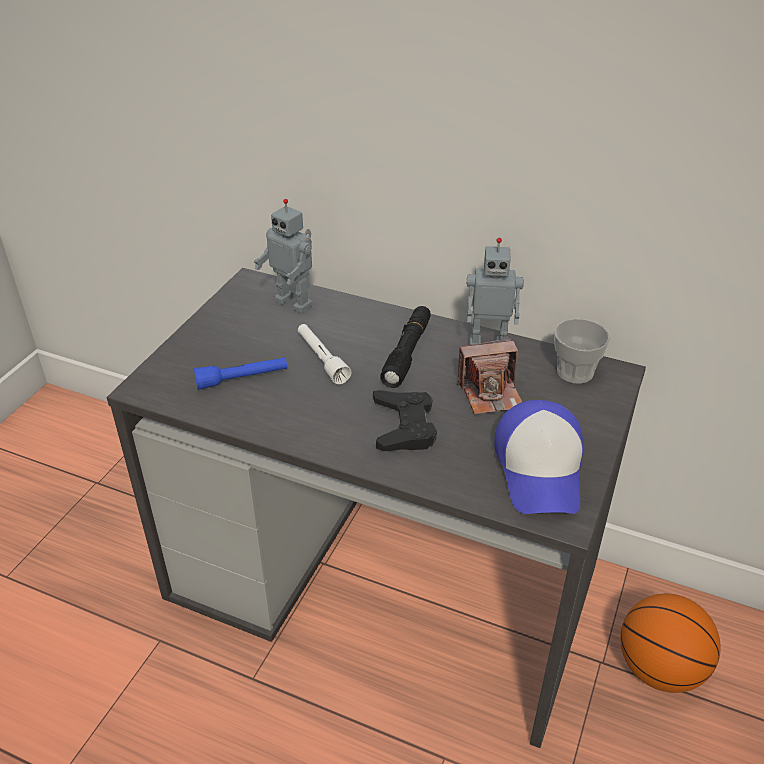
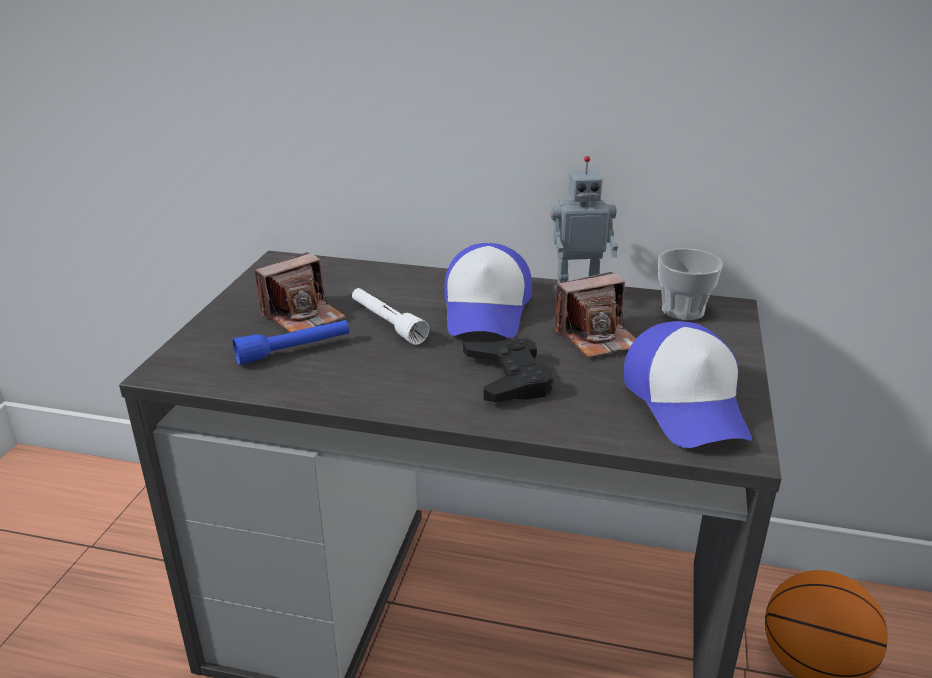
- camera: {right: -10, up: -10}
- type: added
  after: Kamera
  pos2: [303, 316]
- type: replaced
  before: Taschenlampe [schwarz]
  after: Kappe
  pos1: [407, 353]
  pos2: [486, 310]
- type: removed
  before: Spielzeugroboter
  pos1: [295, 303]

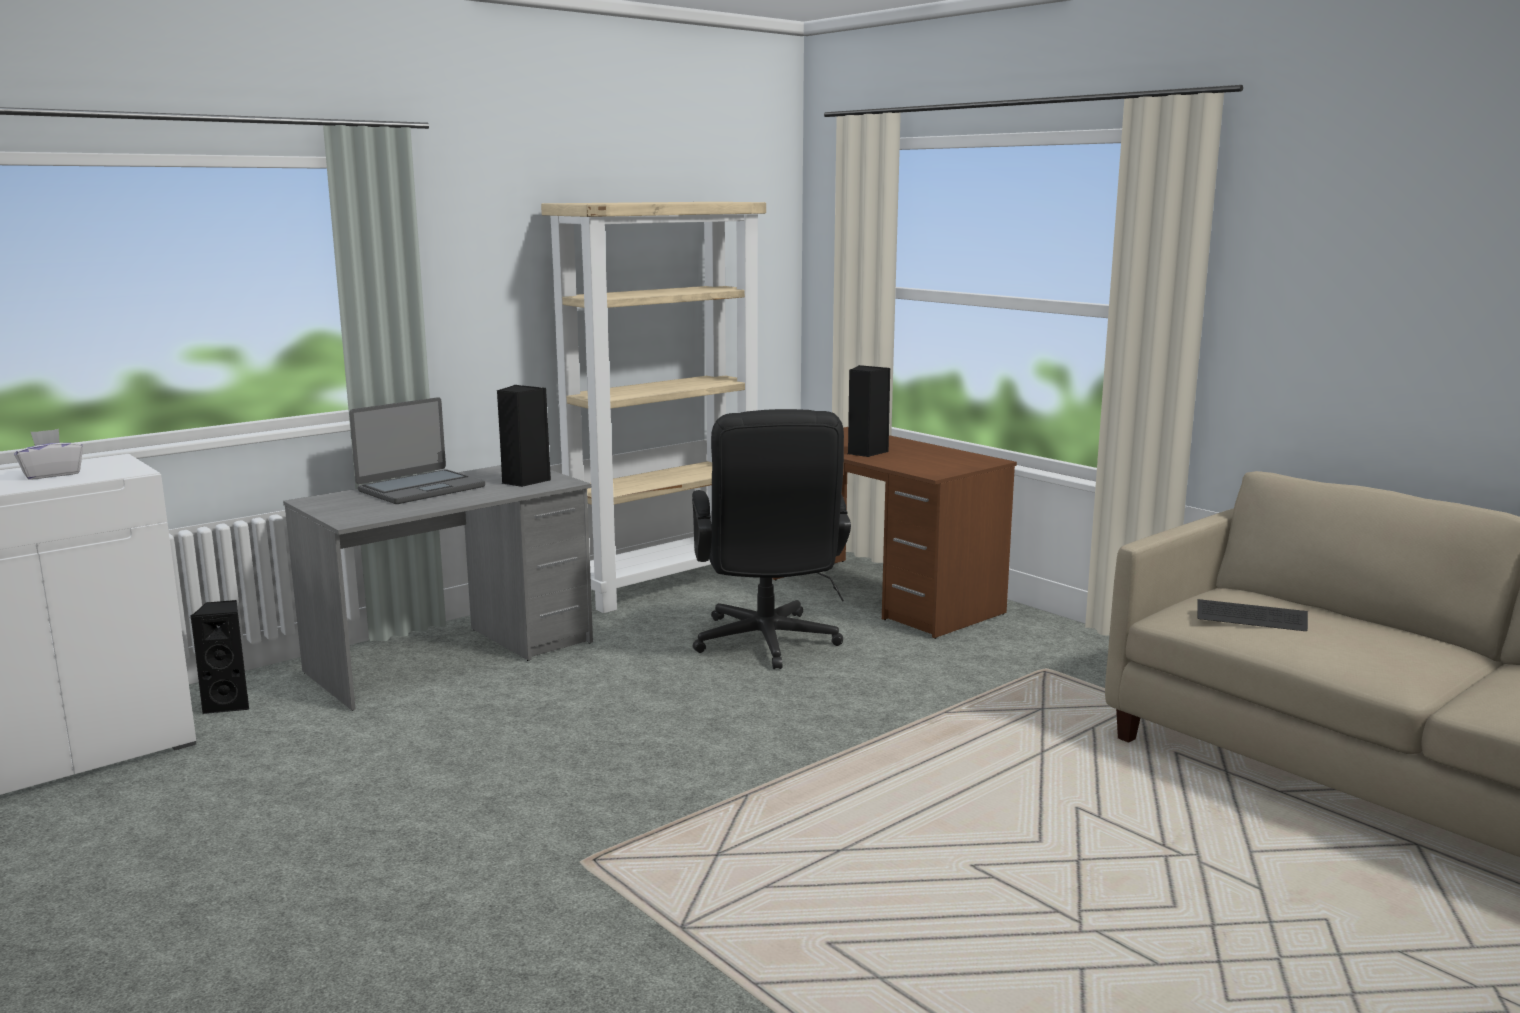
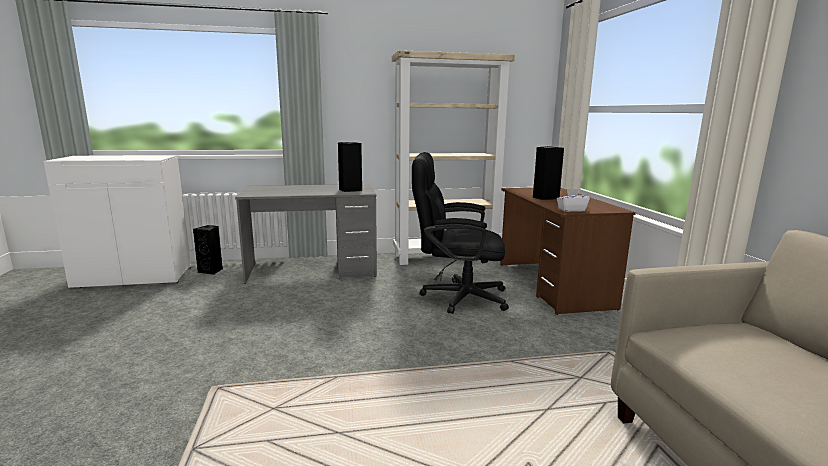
- camera: {right: 30, up: 0}
- type: turned
  before: Bürostuhl [schwarz]
  pos1: [767, 645]
  pos2: [456, 297]
  turn: 75
- type: moved
  before: Taschentuchbox [weiß]
  pos1: [51, 474]
  pos2: [571, 210]
- type: removed
  before: Laptop
  pos1: [420, 488]
- type: removed
  before: Tastatur
  pos1: [1251, 618]

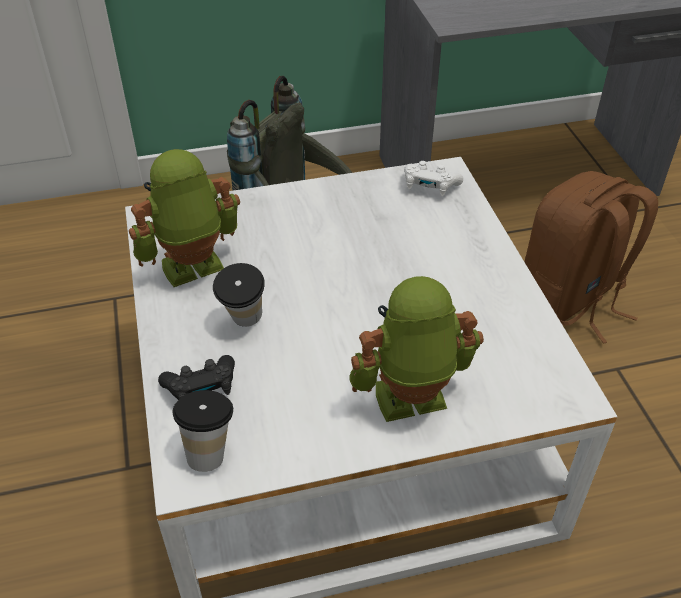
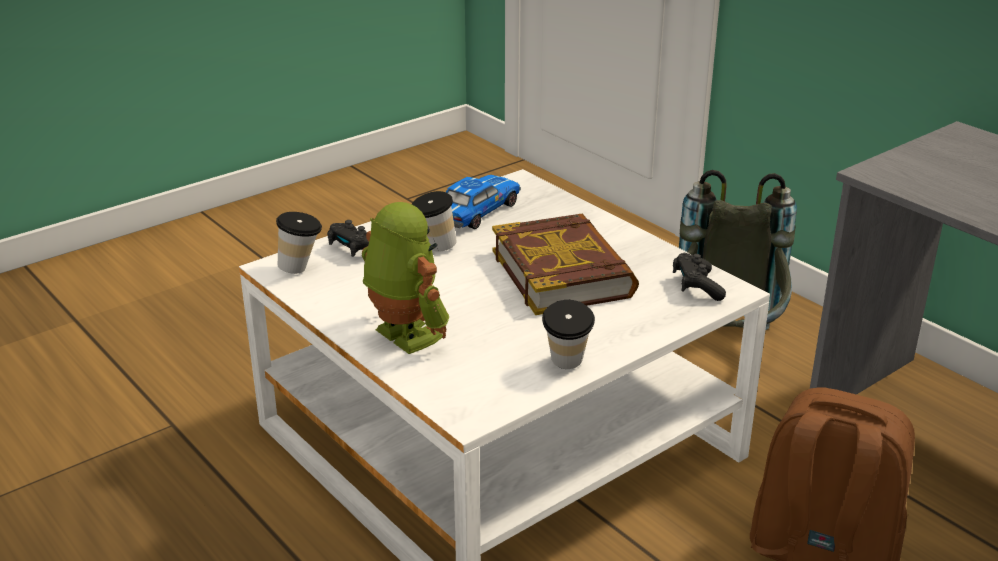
- camera: {right: 65, up: -15}
- type: replaced
  before: Spielzeugroboter
  after: Spielzeugauto
  pos1: [193, 270]
  pos2: [475, 213]
- type: added
  after: Buch
  pos2: [563, 273]
- type: added
  after: Tasse
  pos2: [566, 367]
- type: recoloured
  before: Gamepad [weiß]
  after: Gamepad [schwarz]
  pos1: [429, 187]
  pos2: [696, 287]

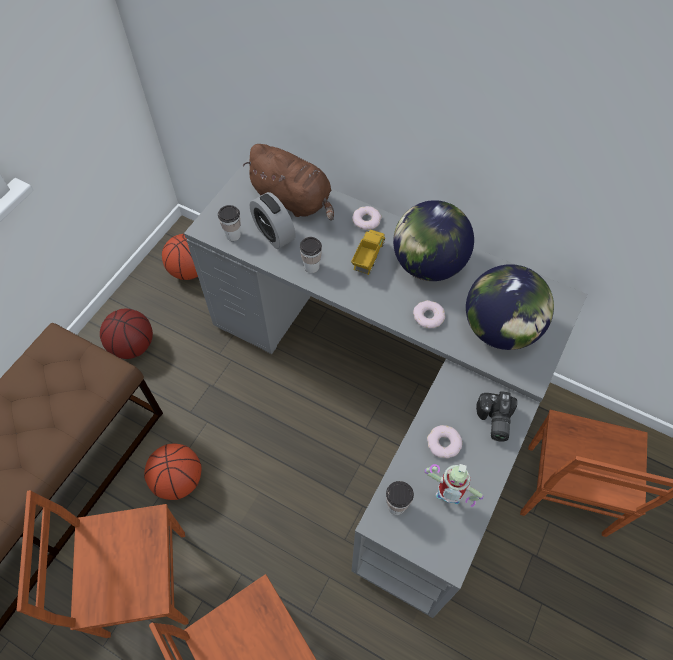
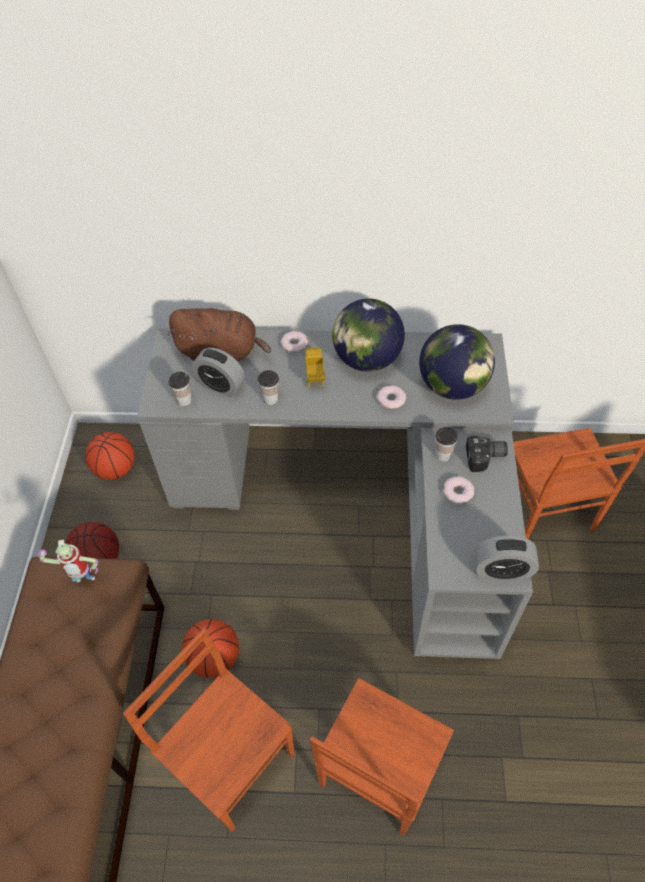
- camera: {right: -25, up: -5}
- type: moved
  before: Spielzeugroboter
  pos1: [445, 500]
  pos2: [85, 582]
- type: turned
  before: Stuhl [braun]
  pos1: [144, 581]
  pos2: [233, 761]
  turn: 75
- type: moved
  before: Tasse
  pos1: [396, 506]
  pos2: [443, 455]
- type: turned
  before: Kamera
  pos1: [493, 421]
  pos2: [485, 458]
  turn: -75
- type: added
  after: Wecker
  pos2: [502, 570]

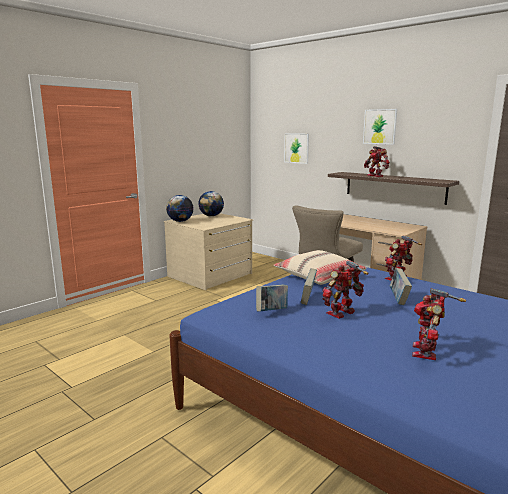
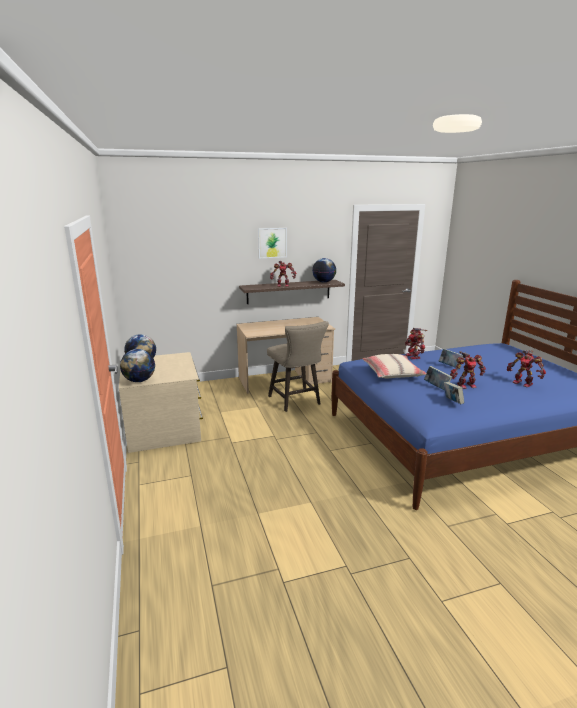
- camera: {right: -60, up: 5}
- type: added
  after: Globus
  pos2: [324, 282]
- type: turned
  before: Spielzeugroboter
  pos1: [342, 313]
  pos2: [465, 385]
  turn: -90
- type: removed
  before: Bild
  pos1: [296, 148]

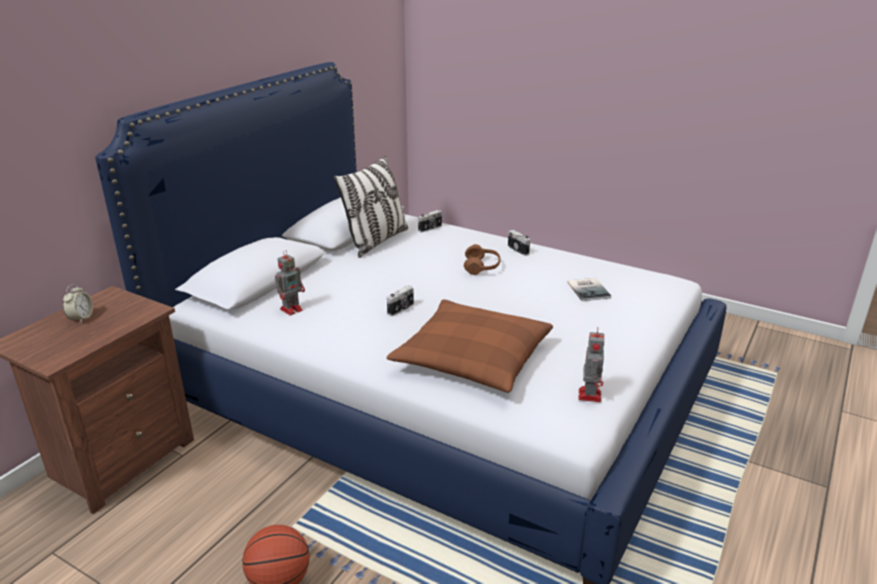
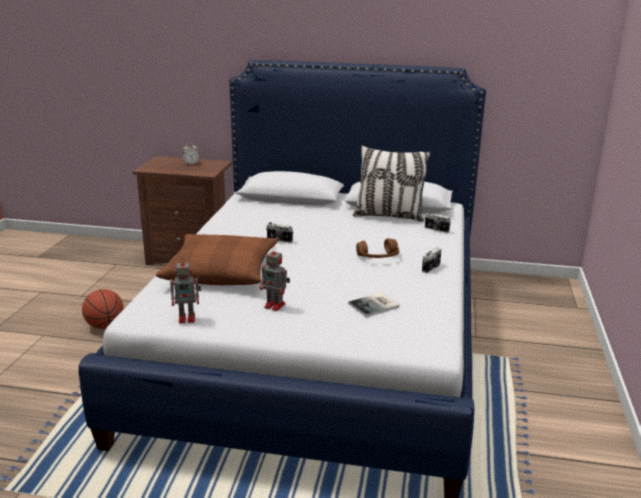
- camera: {right: 70, up: -5}
- type: moved
  before: Spielzeugroboter
  pos1: [292, 309]
  pos2: [276, 306]

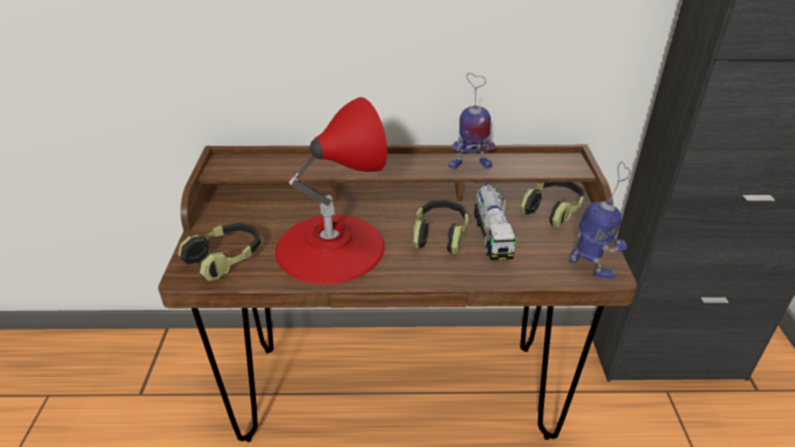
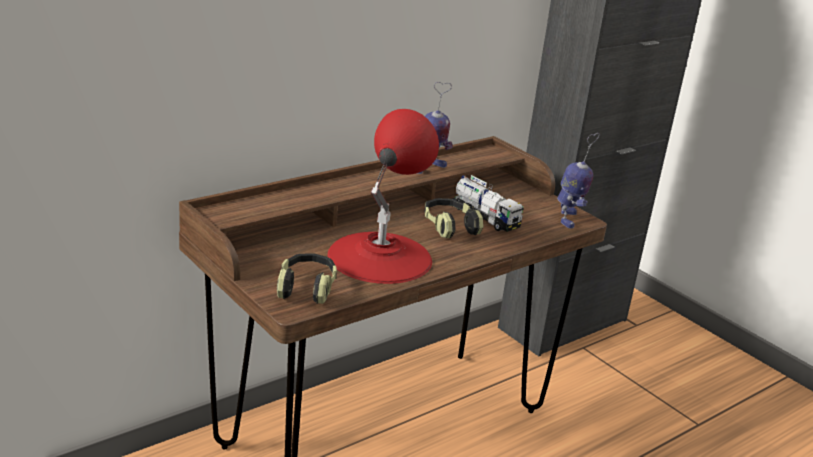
- camera: {right: -40, up: -10}
- type: turned
  before: Spielzeugroboter
  pos1: [590, 266]
  pos2: [569, 219]
  turn: 90
- type: removed
  before: Kopfhörer
  pos1: [552, 210]

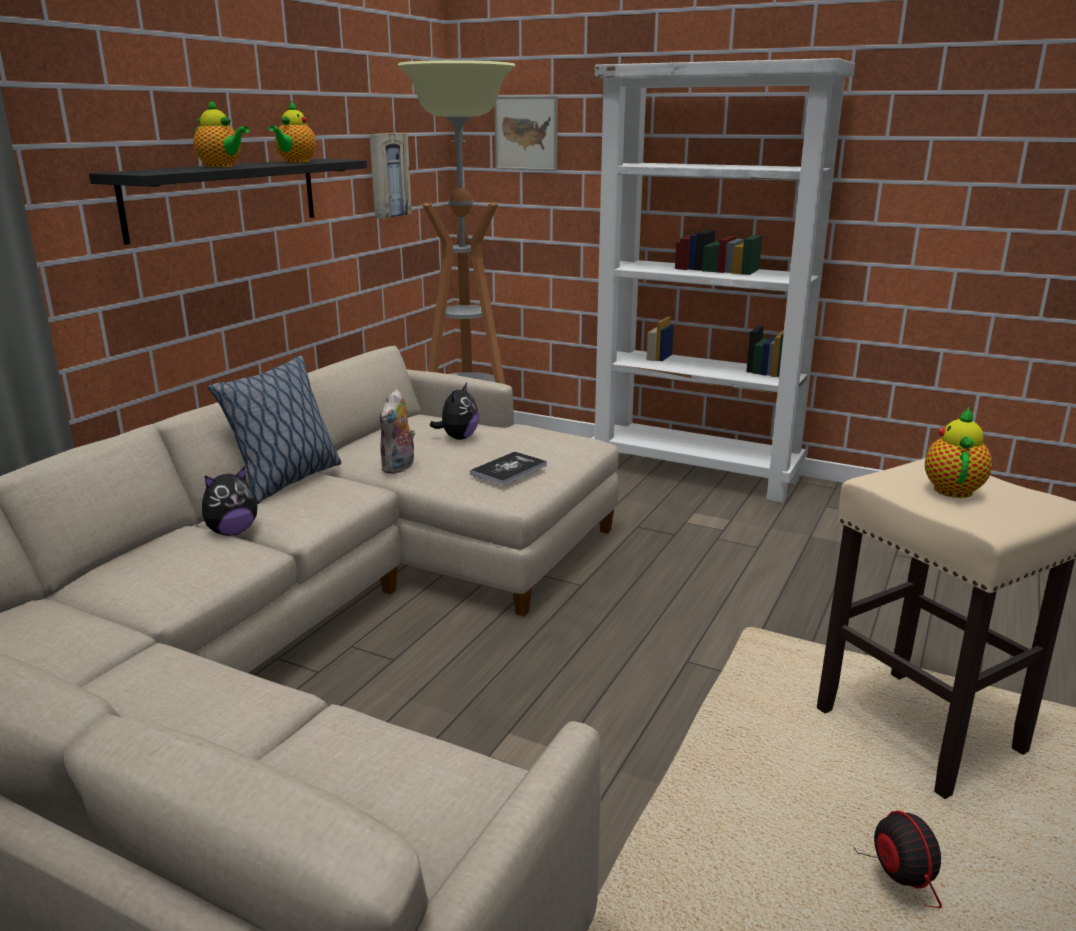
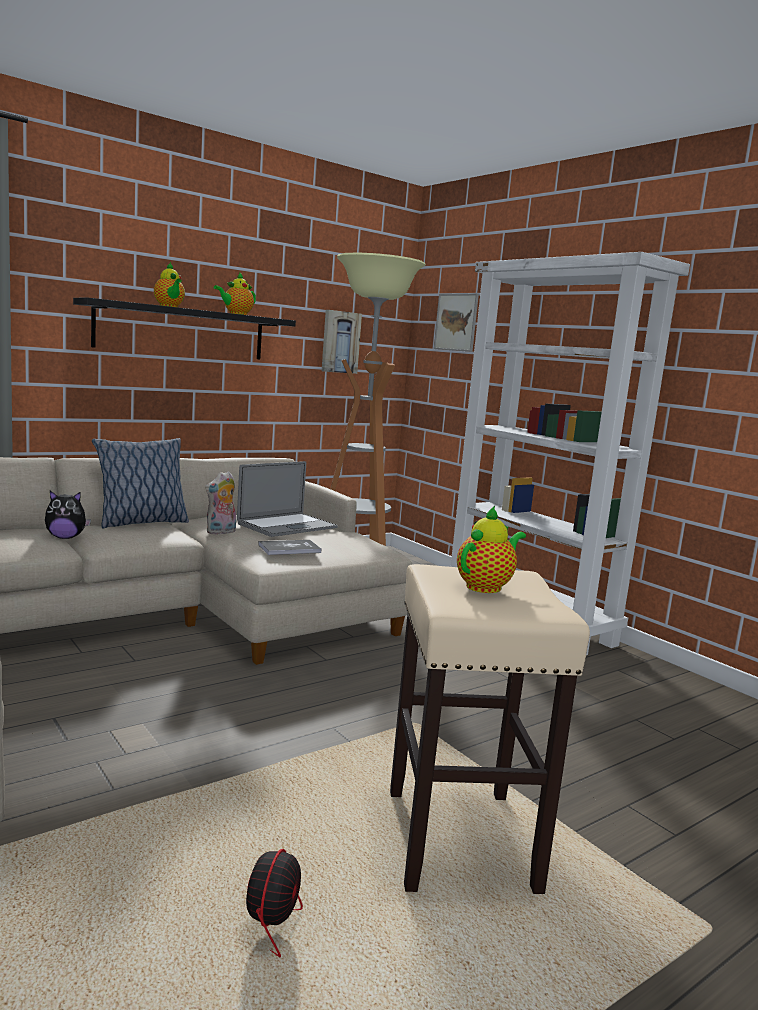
- camera: {right: 25, up: -10}
- type: replaced
  before: Plüschtier
  after: Laptop
  pos1: [458, 438]
  pos2: [287, 526]

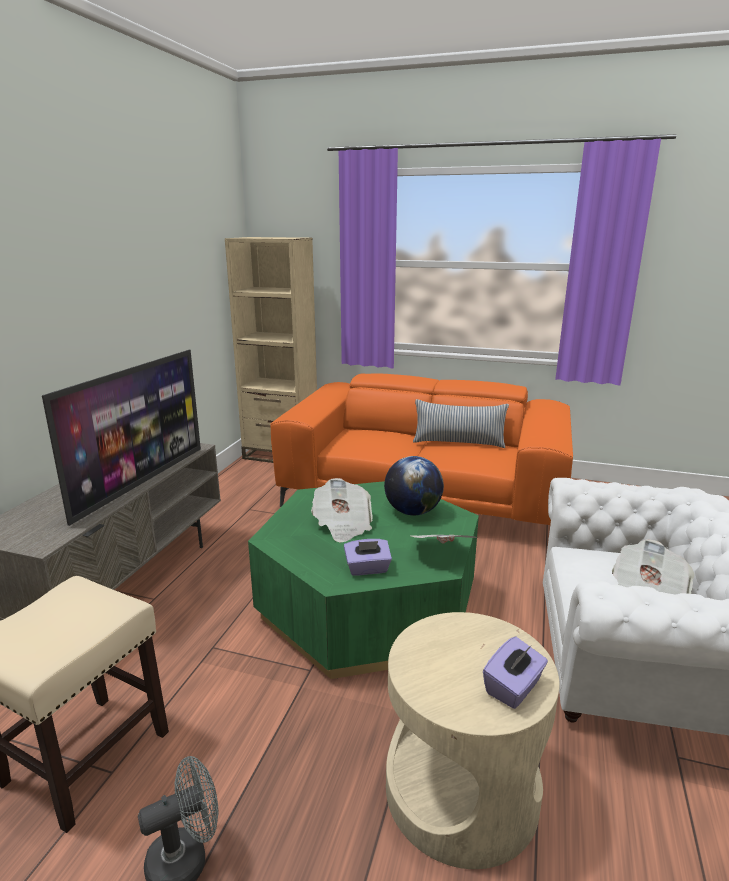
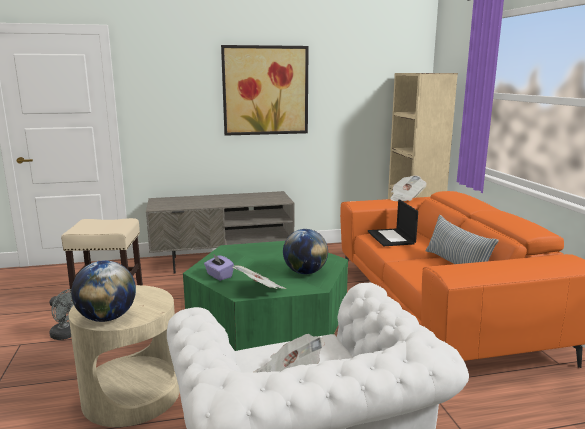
- camera: {right: 60, up: -5}
- type: replaced
  before: Taschentuchbox [lila]
  after: Globus
  pos1: [513, 688]
  pos2: [107, 318]
- type: added
  after: Bild
  pos2: [265, 90]
- type: added
  after: Laptop
  pos2: [391, 238]
- type: moved
  before: Zeitung
  pos1: [342, 525]
  pos2: [406, 198]
- type: removed
  before: Fernseher
  pos1: [141, 482]

